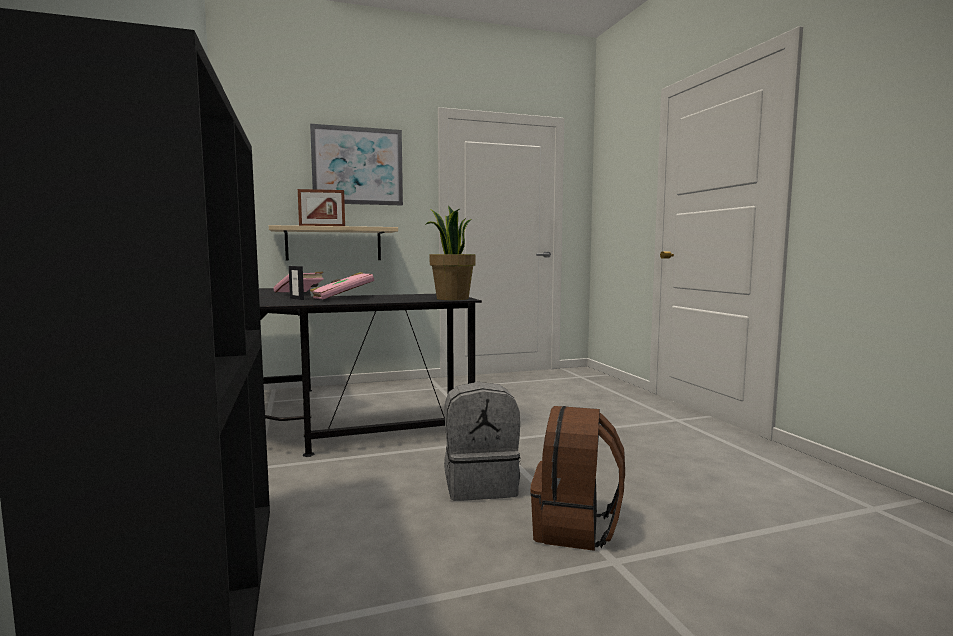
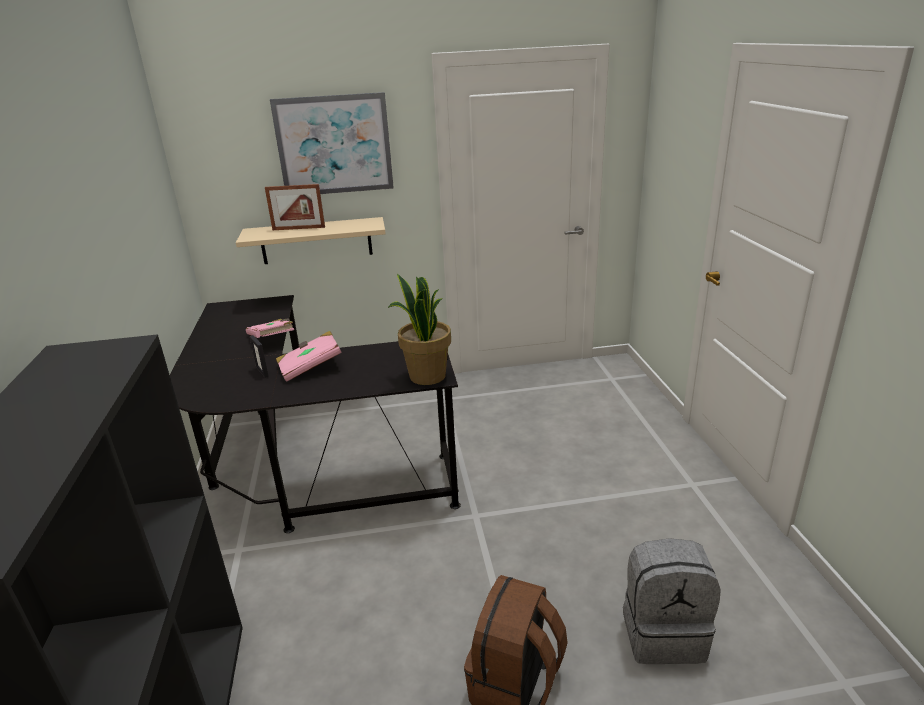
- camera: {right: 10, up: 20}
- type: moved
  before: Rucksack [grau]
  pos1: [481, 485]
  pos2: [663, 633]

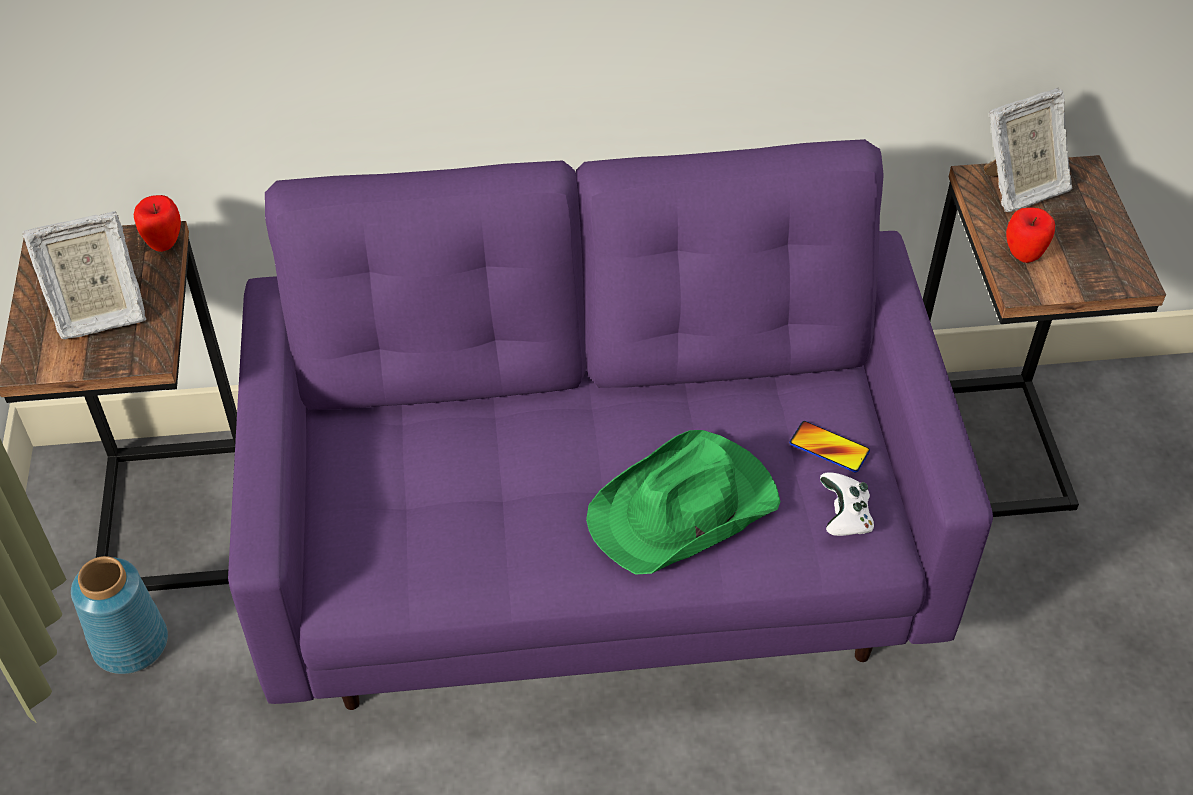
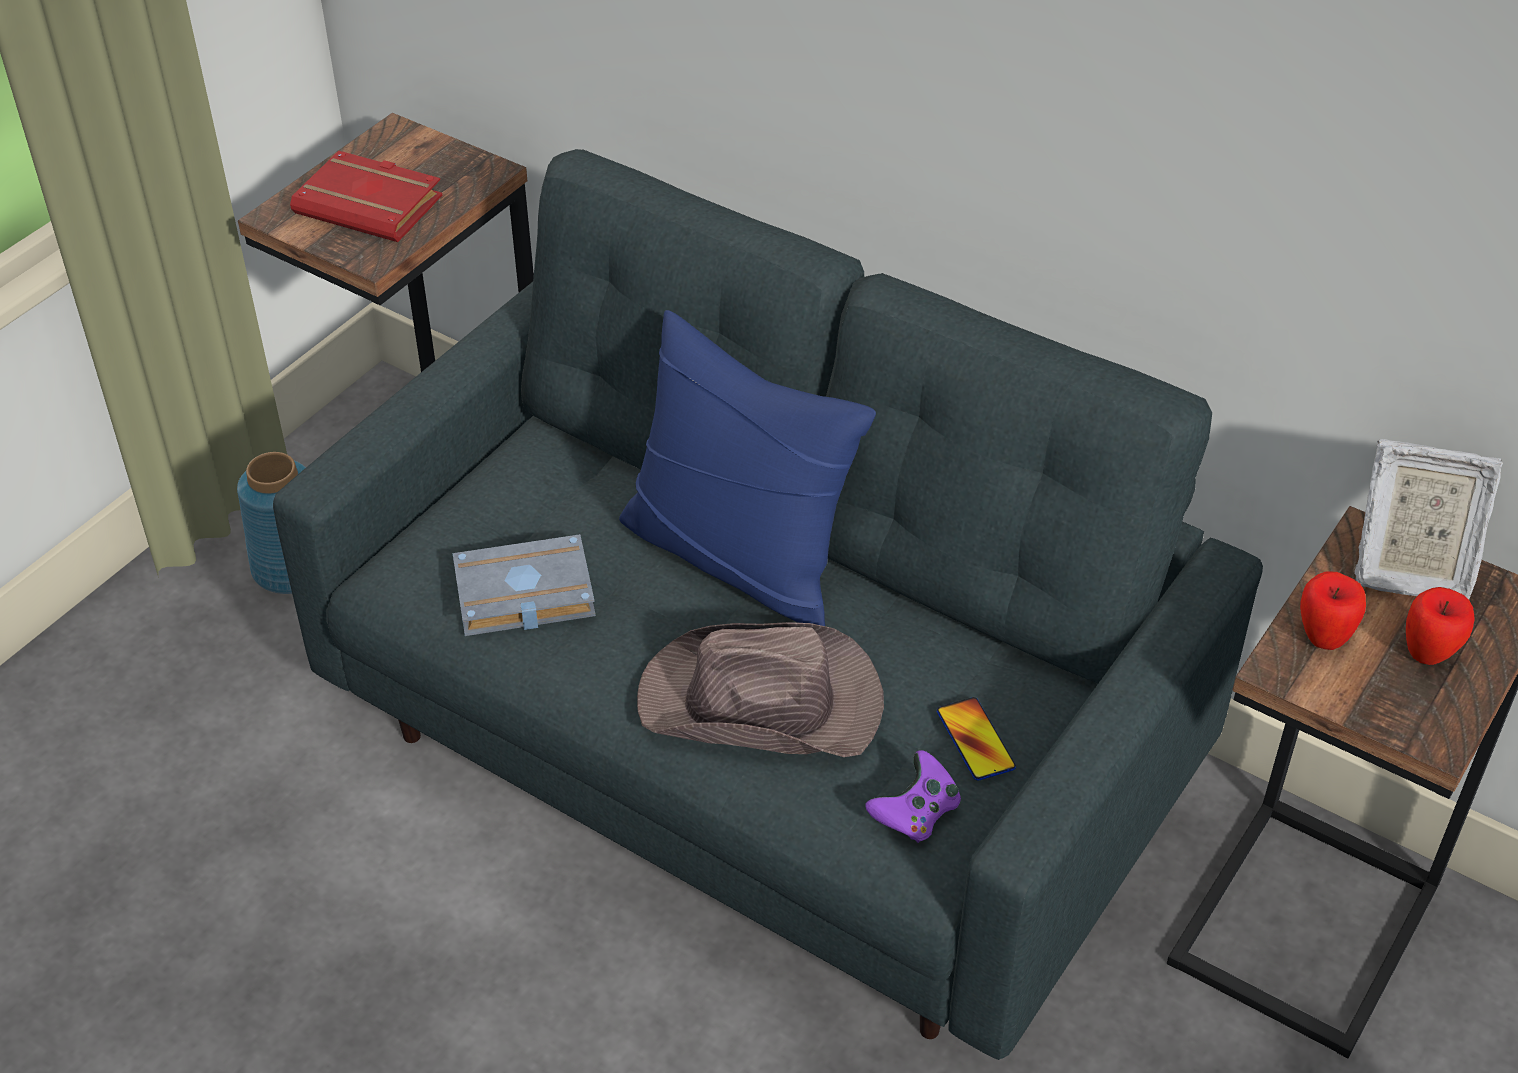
- camera: {right: 40, up: -5}
- type: recoloured
  before: Sofa [lila]
  after: Sofa [grau]
  pos1: [599, 557]
  pos2: [761, 758]
- type: replaced
  before: Bilderrahmen
  after: Buch [rot]
  pos1: [98, 313]
  pos2: [373, 205]
- type: added
  after: Buch [grau]
  pos2: [522, 596]
- type: added
  after: Kissen [blau]
  pos2: [739, 557]
- type: recoloured
  before: Hut [grün]
  after: Hut [braun]
  pos1: [685, 509]
  pos2: [763, 704]
- type: recoloured
  before: Gamepad [weiß]
  after: Gamepad [lila]
  pos1: [845, 517]
  pos2: [915, 815]
- type: moved
  before: Apfel
  pos1: [165, 244]
  pos2: [1428, 655]

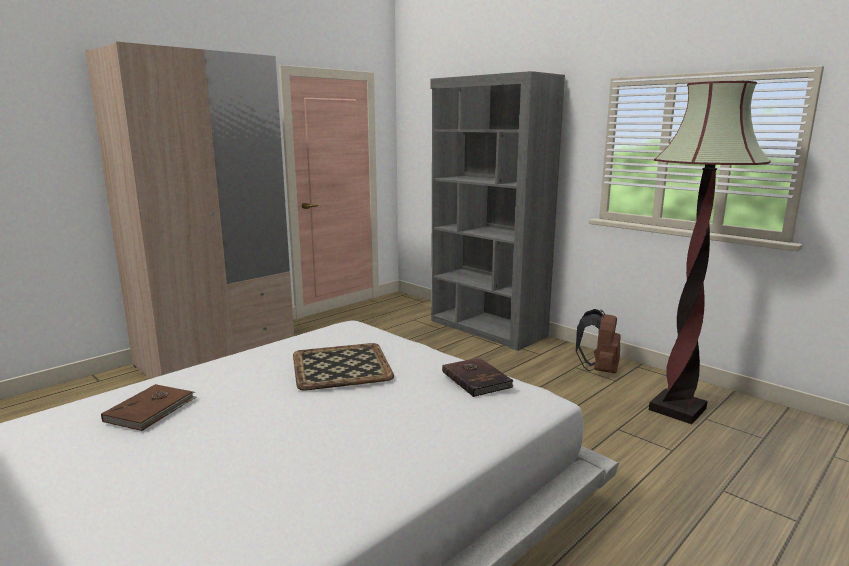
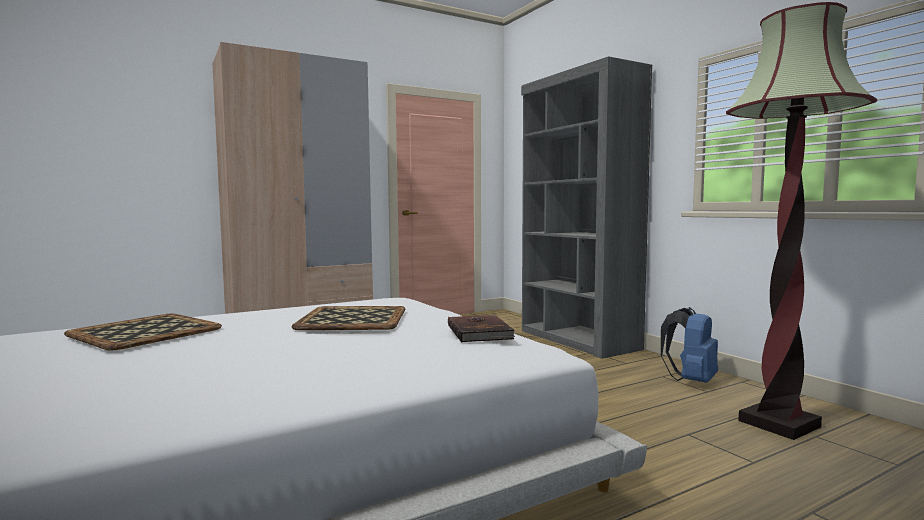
- camera: {right: 15, up: -10}
- type: replaced
  before: Buch [braun]
  after: Tablett
  pos1: [151, 410]
  pos2: [147, 332]
- type: recoloured
  before: Rucksack [braun]
  after: Rucksack [blau]
  pos1: [599, 370]
  pos2: [691, 381]

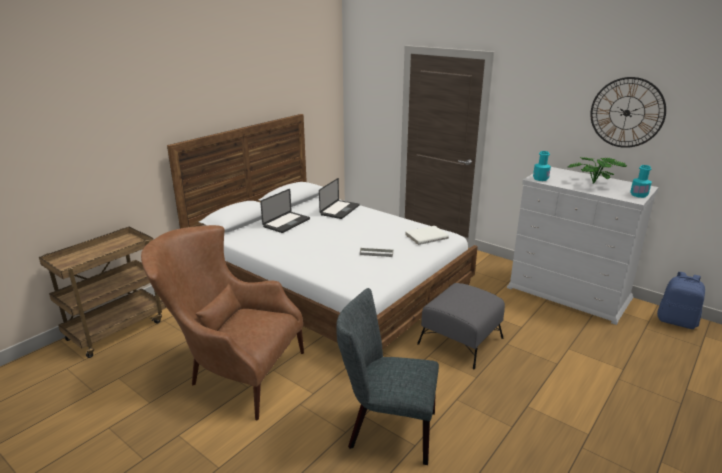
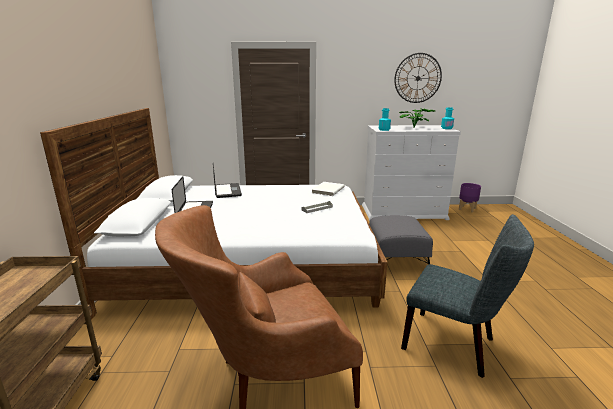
- camera: {right: -40, up: -5}
- type: turned
  before: Stuhl [grau]
  pos1: [386, 429]
  pos2: [454, 344]
  turn: -120
- type: replaced
  before: Rucksack [blau]
  after: Pflanzkübel [lila]
  pos1: [677, 321]
  pos2: [467, 209]

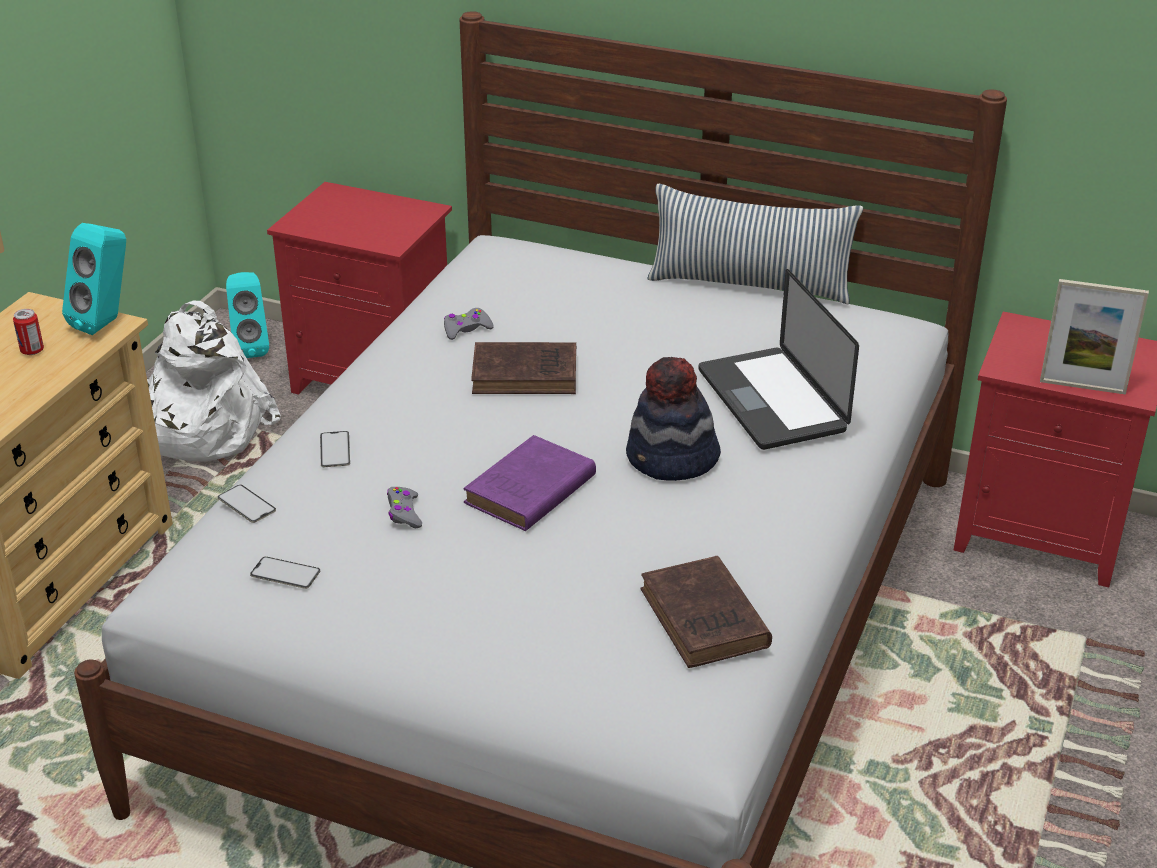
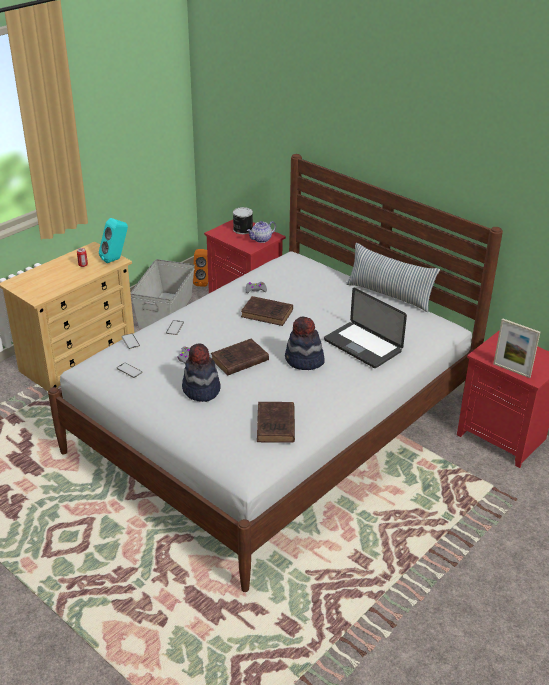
- camera: {right: 20, up: 0}
- type: replaced
  before: Rucksack [weiß]
  after: Aufbewahrungsbox [grau]
  pos1: [201, 428]
  pos2: [166, 311]
- type: added
  after: Hut
  pos2: [201, 390]
- type: recoloured
  before: Lautsprecher [türkis]
  after: Lautsprecher [orange]
  pos1: [251, 348]
  pos2: [202, 282]
- type: recoloured
  before: Buch [lila]
  after: Buch [braun]
  pos1: [528, 491]
  pos2: [238, 360]
- type: added
  after: Dose
  pos2: [242, 229]
- type: added
  after: Teekanne
  pos2: [261, 239]
- type: turned
  before: Laptop
  pos1: [771, 400]
  pos2: [362, 346]
  turn: -45

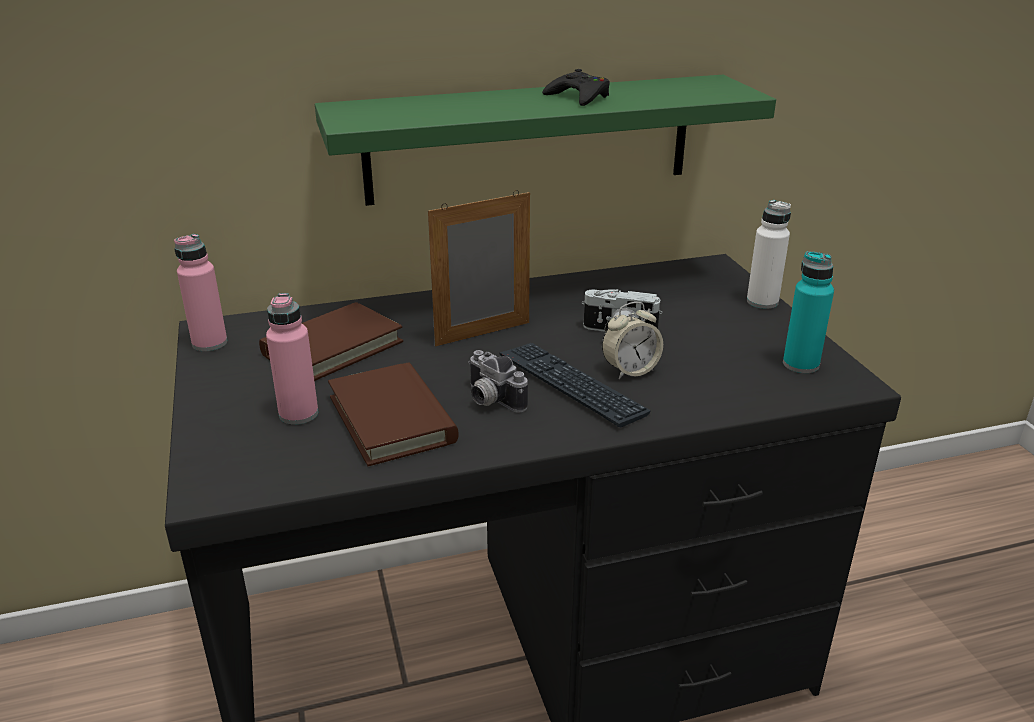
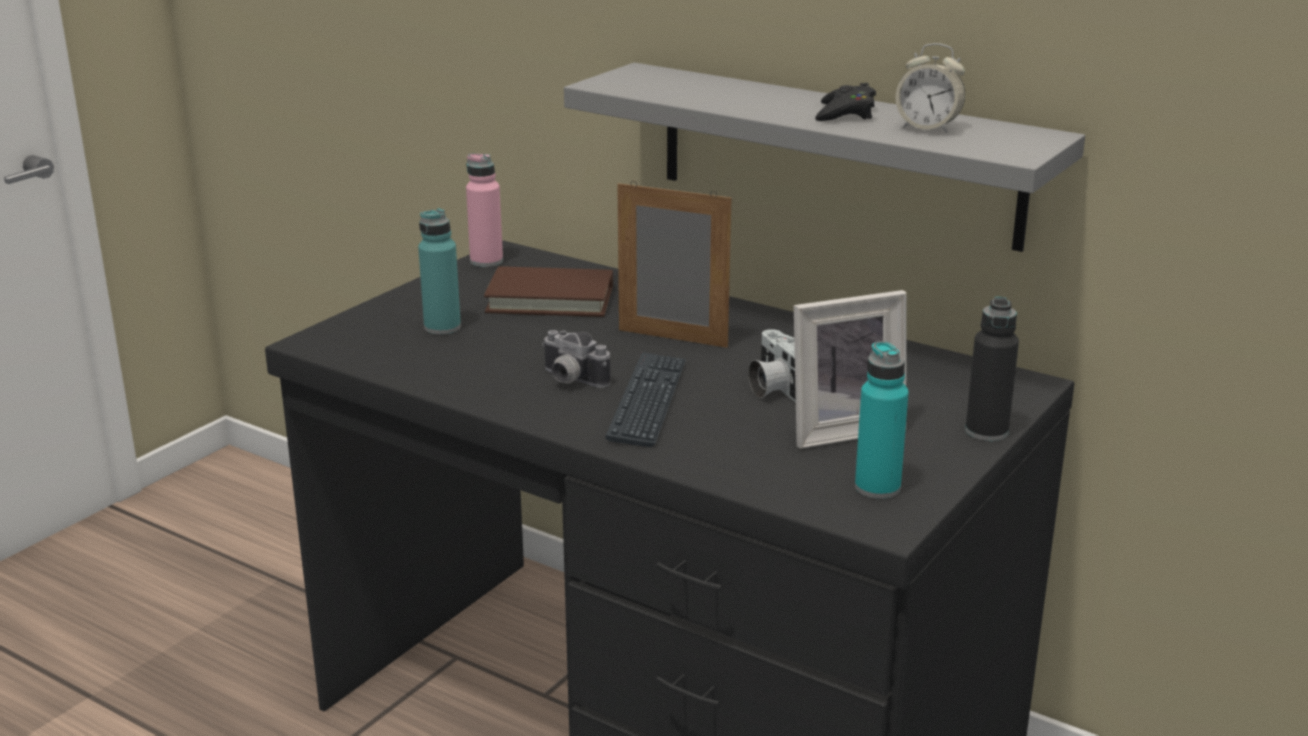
- camera: {right: 50, up: -5}
- type: recoloured
  before: Flasche [rosa]
  after: Flasche [türkis]
  pos1: [298, 414]
  pos2: [442, 327]
- type: turned
  before: Kamera
  pos1: [490, 400]
  pos2: [569, 380]
  turn: -60
- type: recoloured
  before: Wandregal [grün]
  after: Wandregal [grau]
  pos1: [530, 139]
  pos2: [837, 154]
- type: added
  after: Bilderrahmen
  pos2: [842, 429]
- type: moved
  before: Wecker
  pos1: [630, 370]
  pos2: [928, 128]
- type: recoloured
  before: Flasche [weiß]
  after: Flasche [schwarz]
  pos1: [762, 302]
  pos2: [986, 431]
- type: removed
  before: Buch [braun]
  pos1: [392, 419]

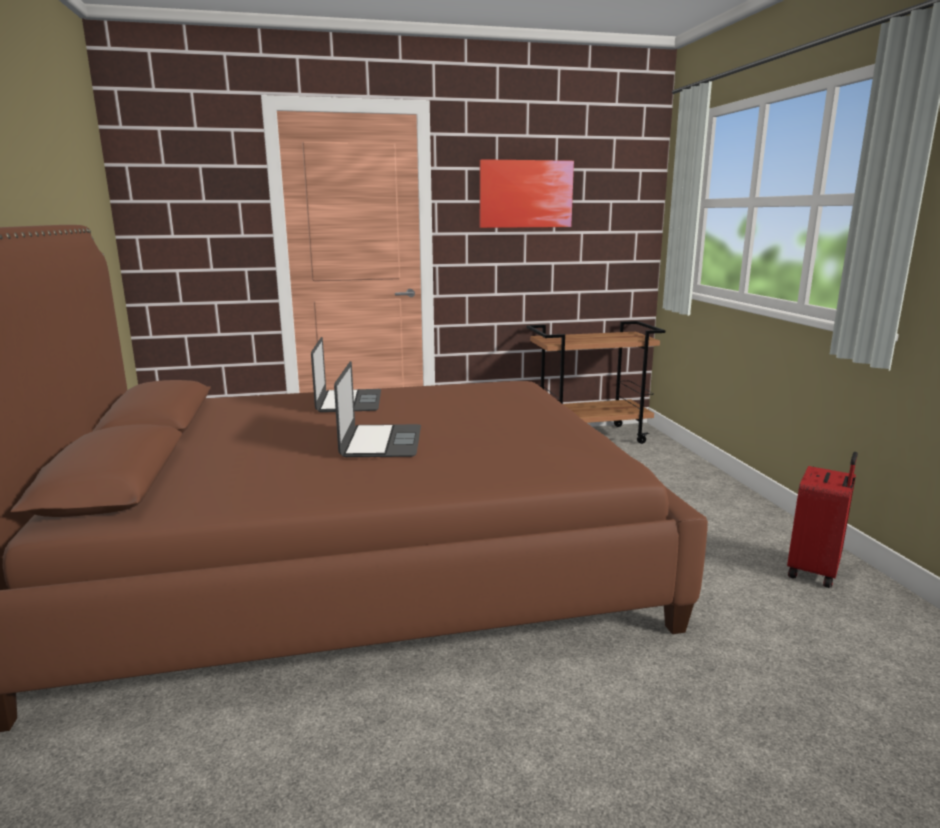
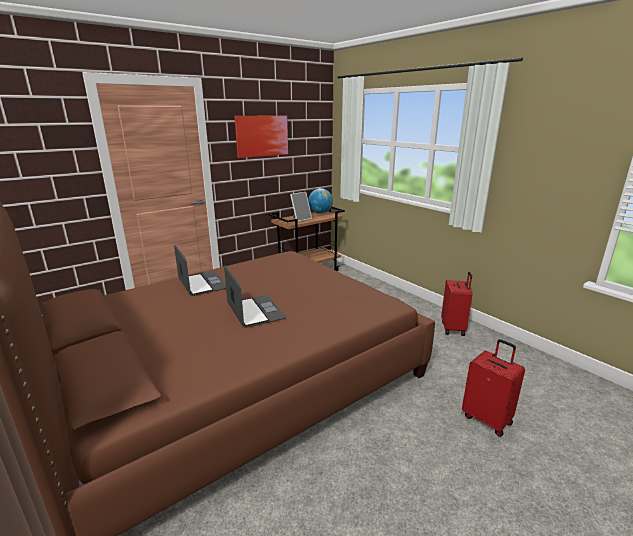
- camera: {right: -25, up: 5}
- type: added
  after: Bilderrahmen
  pos2: [300, 219]
- type: added
  after: Globus
  pos2: [320, 213]
- type: added
  after: Koffer [rot]
  pos2: [487, 419]

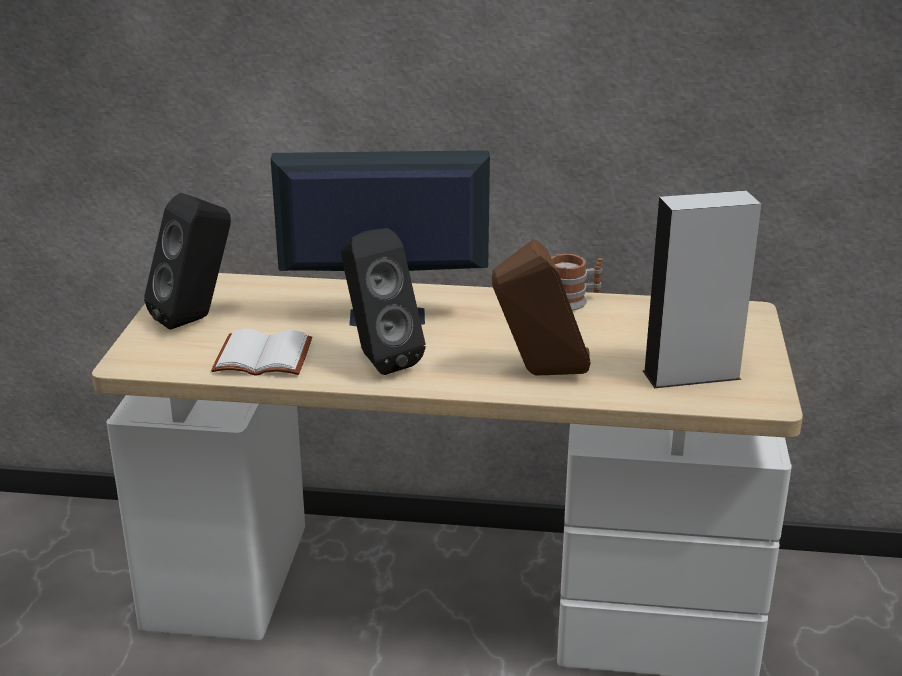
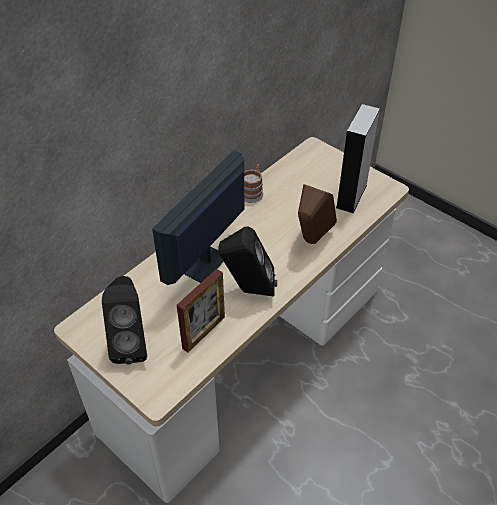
- camera: {right: -55, up: 20}
- type: replaced
  before: Buch [weiß]
  after: Bilderrahmen
  pos1: [265, 356]
  pos2: [203, 332]

